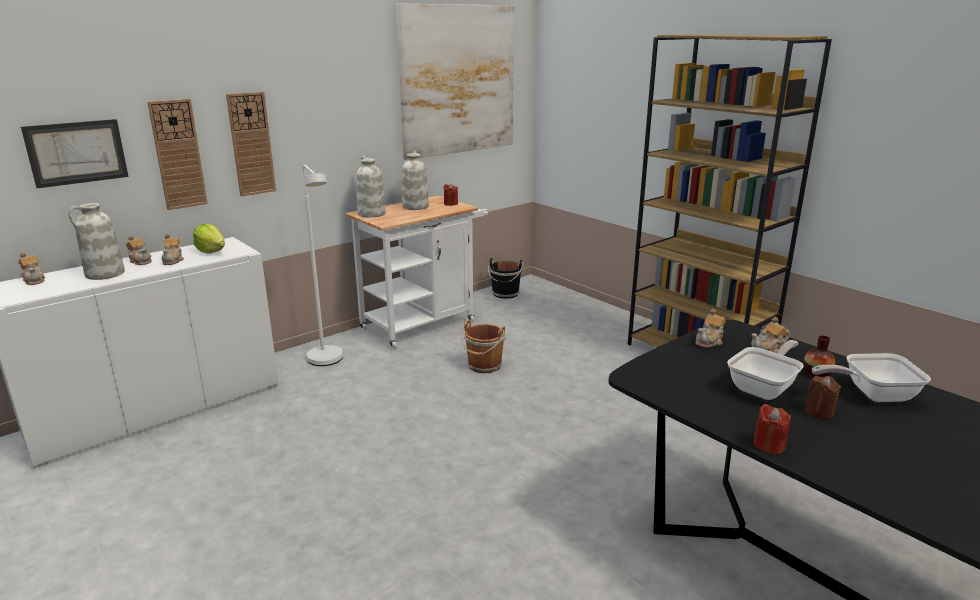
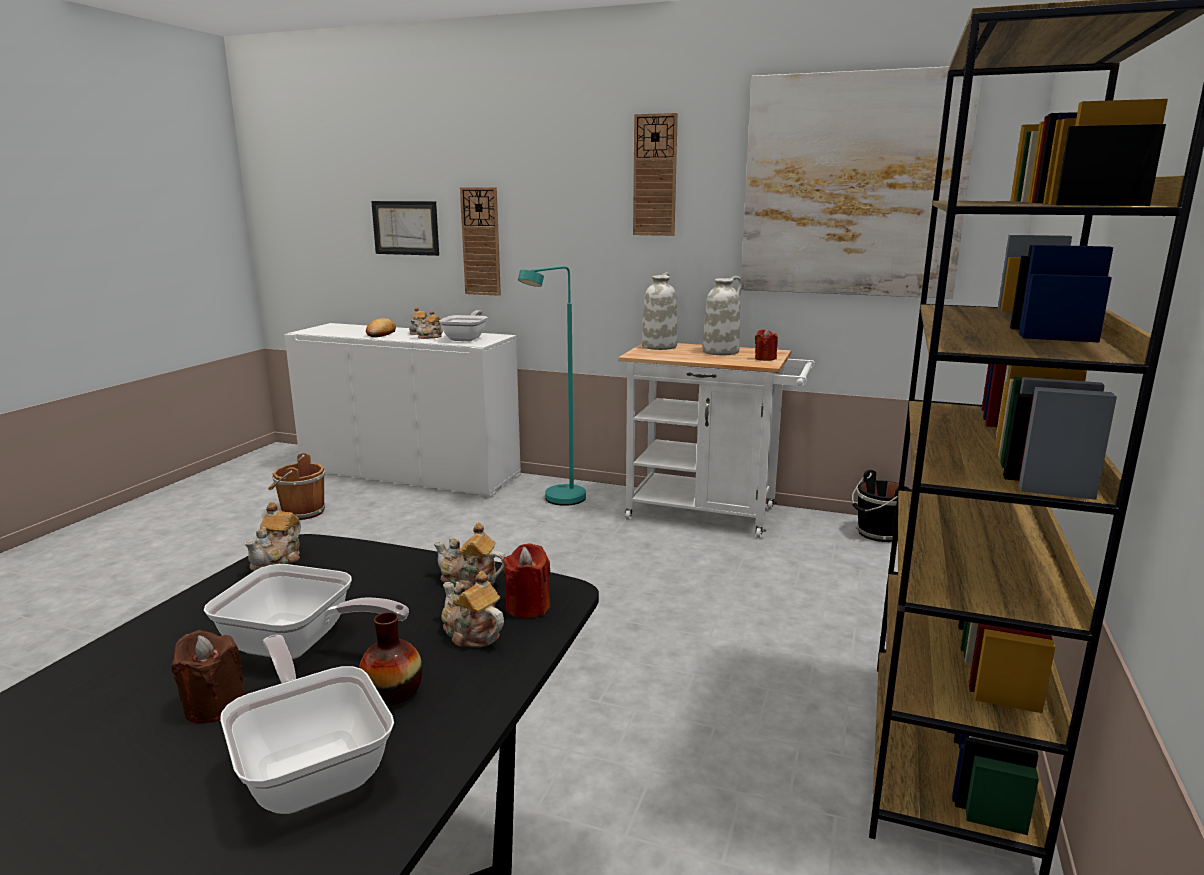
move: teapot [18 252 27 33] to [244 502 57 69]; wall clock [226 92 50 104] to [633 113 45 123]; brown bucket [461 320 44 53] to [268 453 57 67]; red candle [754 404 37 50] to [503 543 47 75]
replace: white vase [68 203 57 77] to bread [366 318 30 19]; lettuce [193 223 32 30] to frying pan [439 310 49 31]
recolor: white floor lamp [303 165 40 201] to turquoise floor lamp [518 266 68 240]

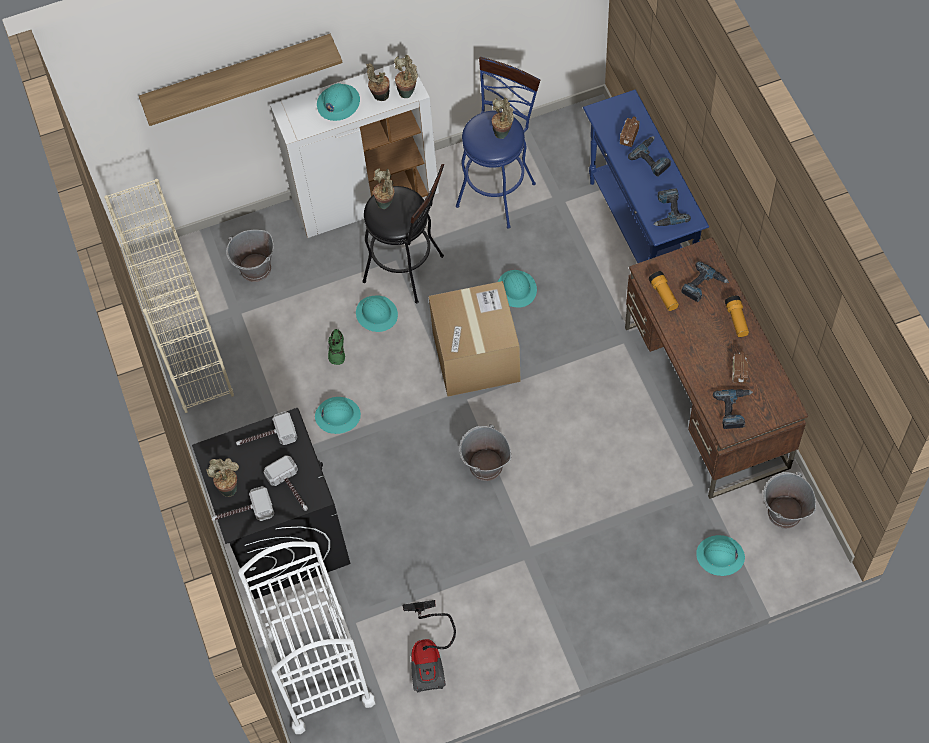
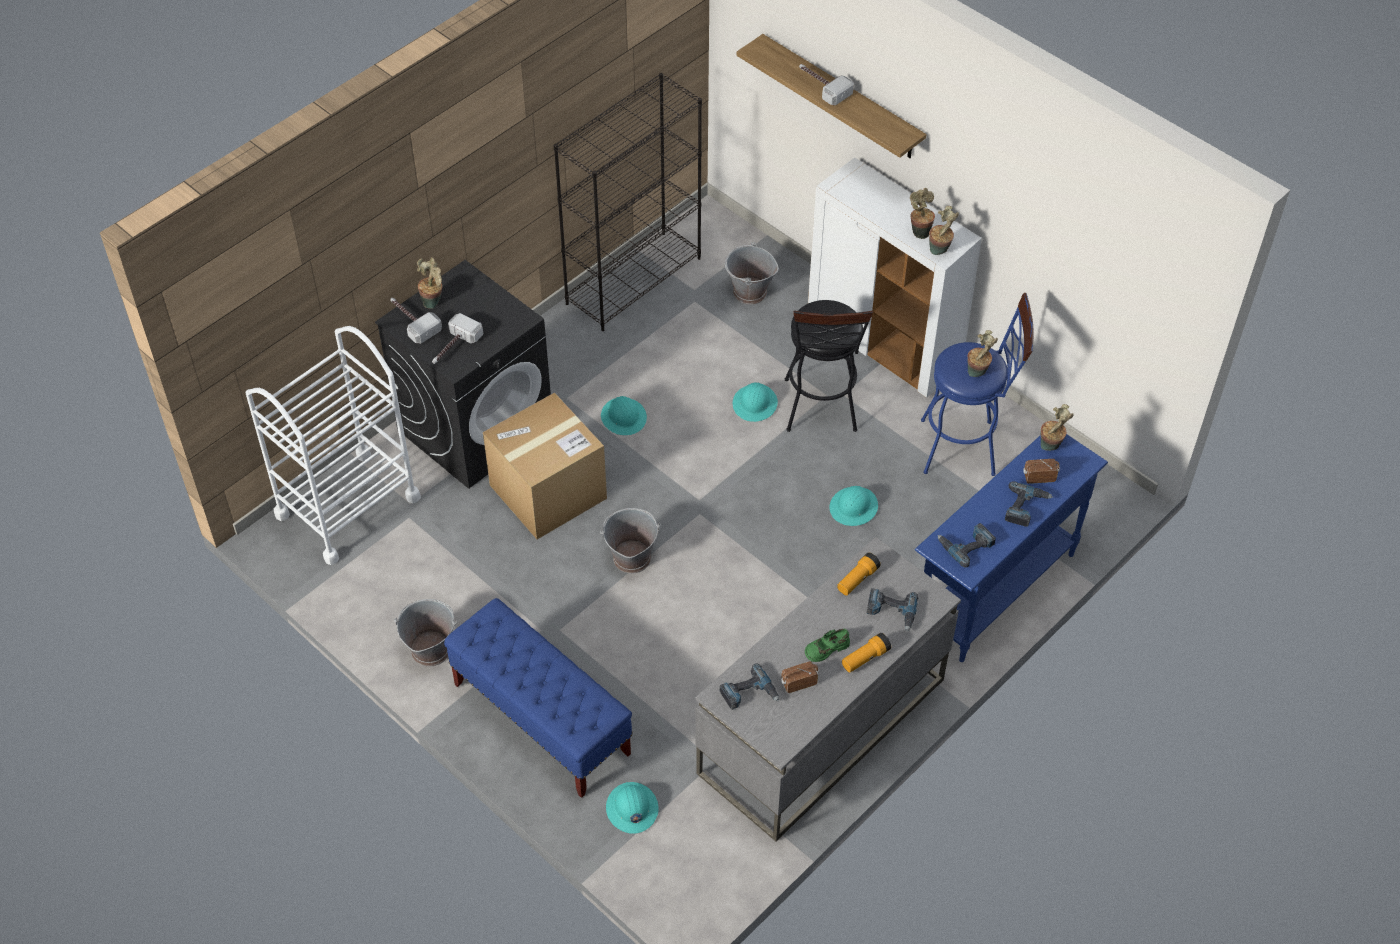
delete: turquoise hard hat [317 83 43 38]; vacuum cleaner [403 600 53 92]
insert: blue bench [444 598 189 200]
move: hammer [236 411 61 34] to [799 64 55 42]; green shoe [328 329 17 36] to [805 629 45 33]; potted plant [373 168 22 41] to [1041 404 33 47]; cardboard box [429 281 92 116] to [483 392 124 147]; grey bucket [763 472 53 57] to [394 599 64 68]
recolor: beige bookcase [104 179 130 234] to black bookcase [554 73 148 258]; brown desk [625 237 183 262] to grey desk [695 537 266 305]

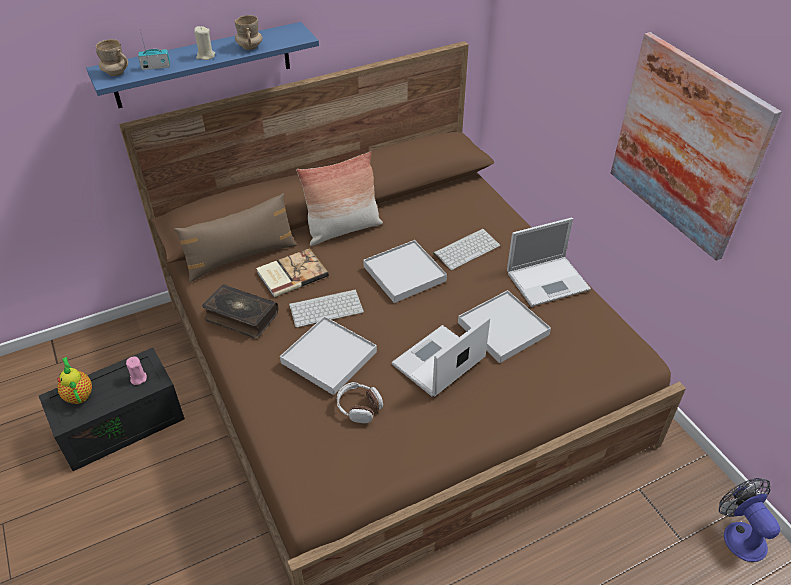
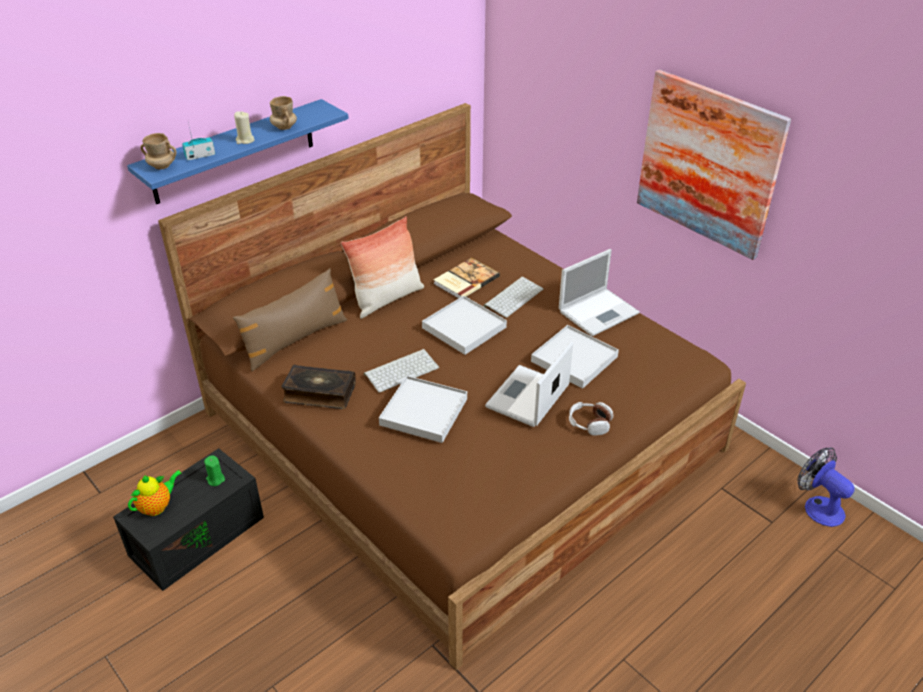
move: book [256 248 73 49] to [434 258 66 41]; headphones [336 382 47 41] to [569 402 44 34]
recolor: pink candle [126 356 21 29] to green candle [204 455 21 31]
rotate: teapot [57 357 35 47] = [128 470 54 46] 90 degrees clockwise

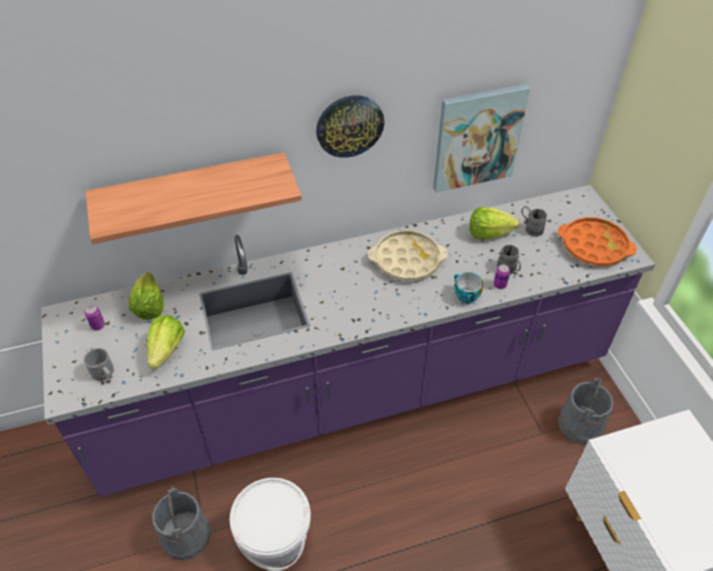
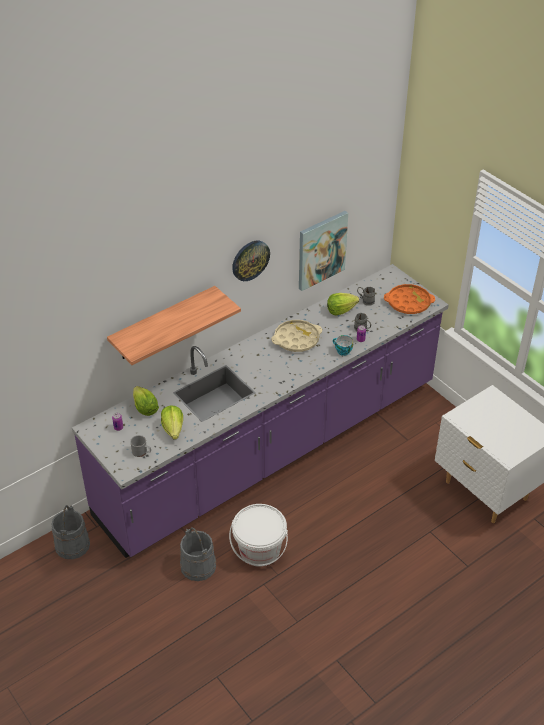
move: grey bucket [558 378 56 66] to [52 505 38 54]

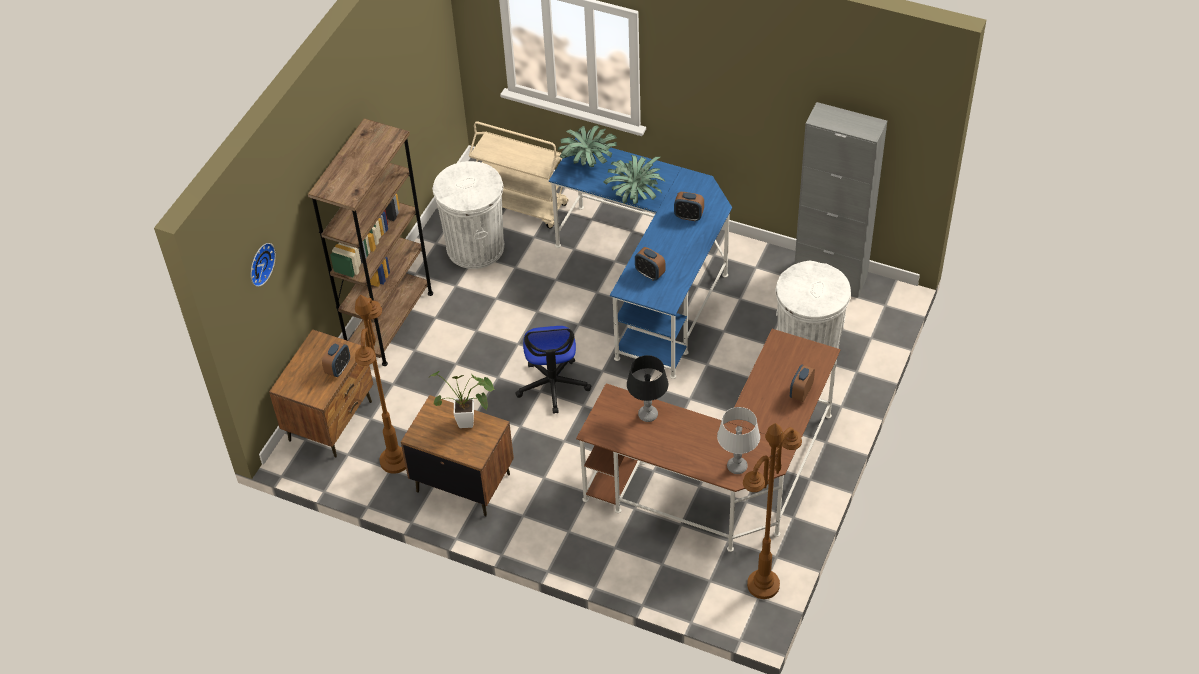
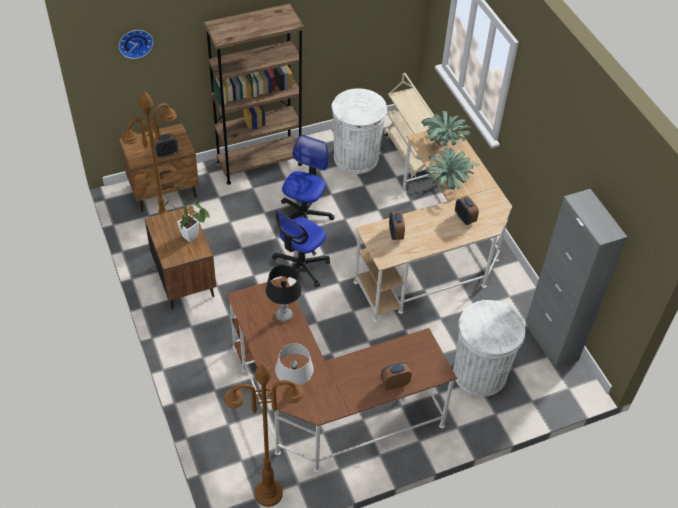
insert: office chair [281 135 53 85]
recolor: blue desk [549 138 183 241] to beige desk [353 127 159 195]

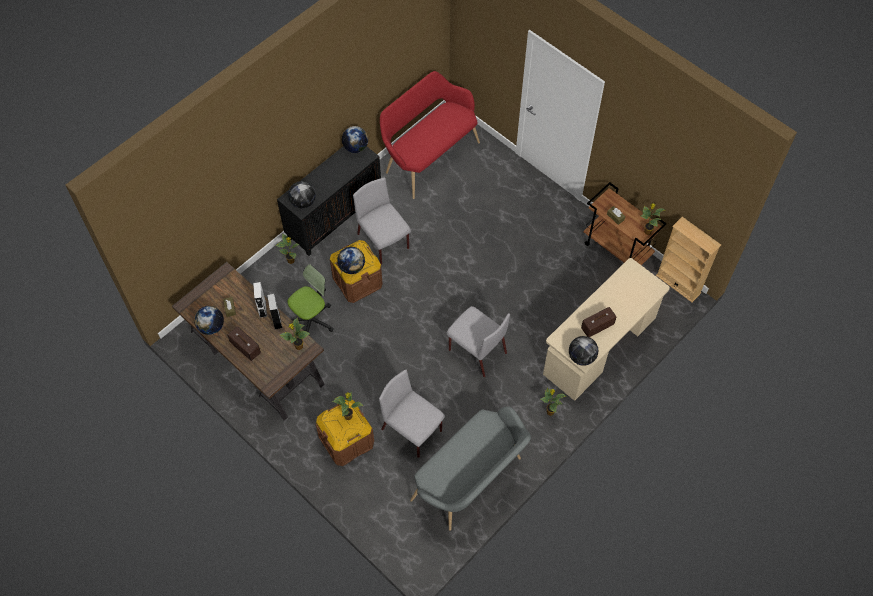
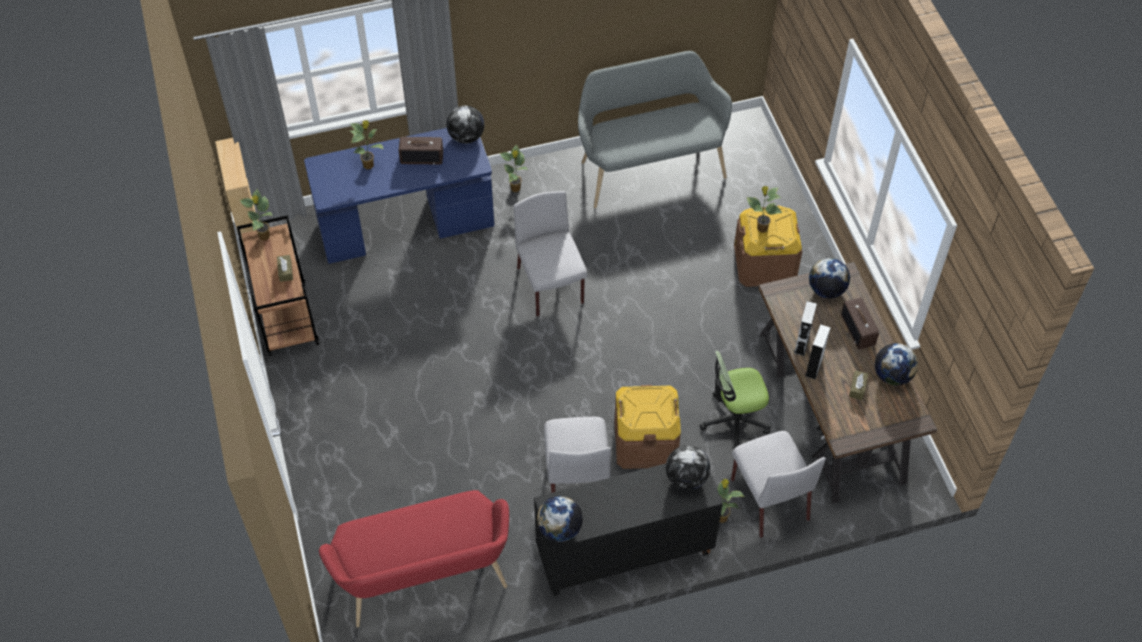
move: potted plant [280 318 30 32] to [350 120 33 49]; globe [337 247 28 27] to [809 258 41 40]; grey chair [379 370 66 88] to [731 431 95 107]
recolor: beige desk [543 258 127 143] to blue desk [304 128 190 136]

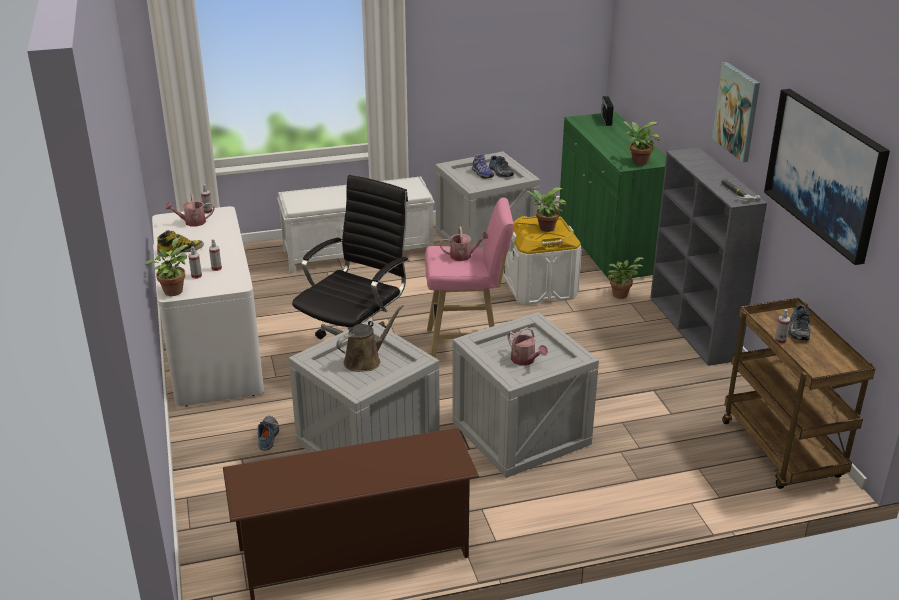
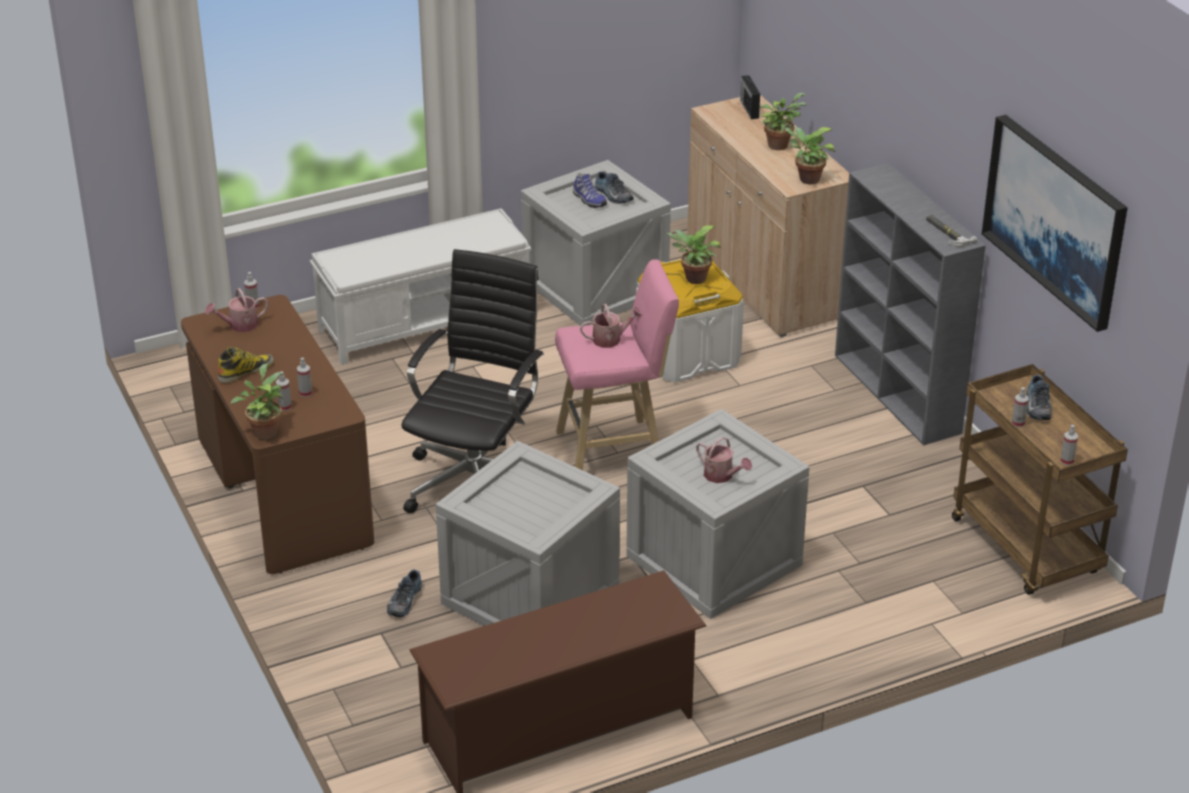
delete: brown watering can [336 305 68 67]; picture [712 62 48 100]
insert: spray bottle [1060 425 18 40]
move: potted plant [608 257 36 42] to [760 93 46 57]
recolor: white desk [152 206 112 200] to brown desk [181 295 193 279]; green cabinet [559 112 107 168] to beige cabinet [687 95 162 242]
rotate: shoe [258 416 21 35] = [387 569 35 48] 150 degrees counterclockwise

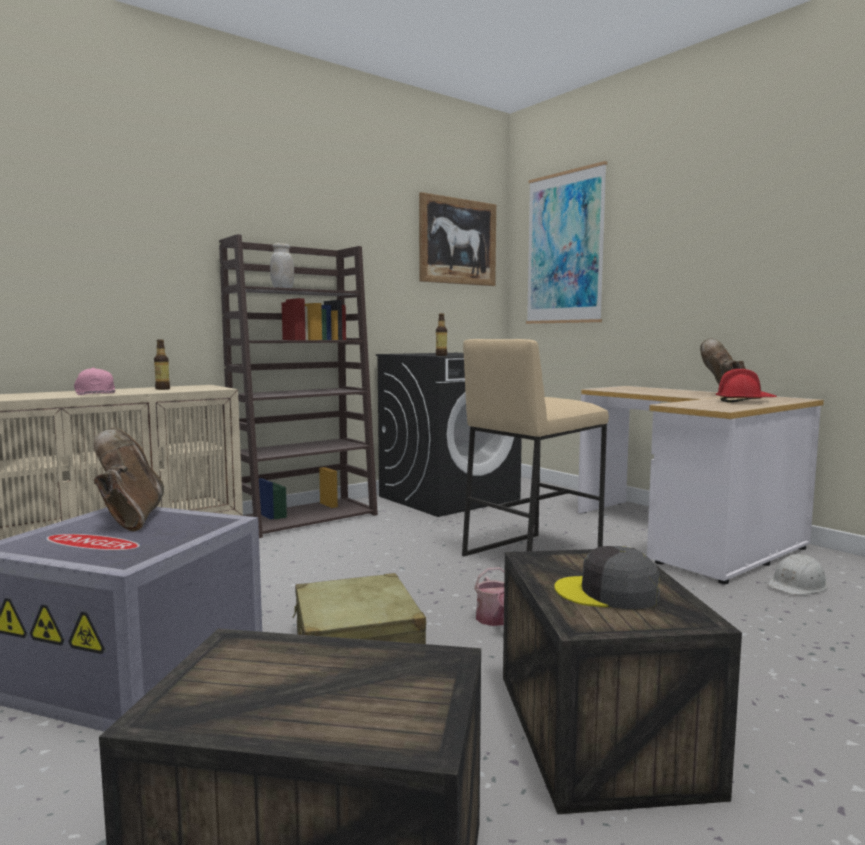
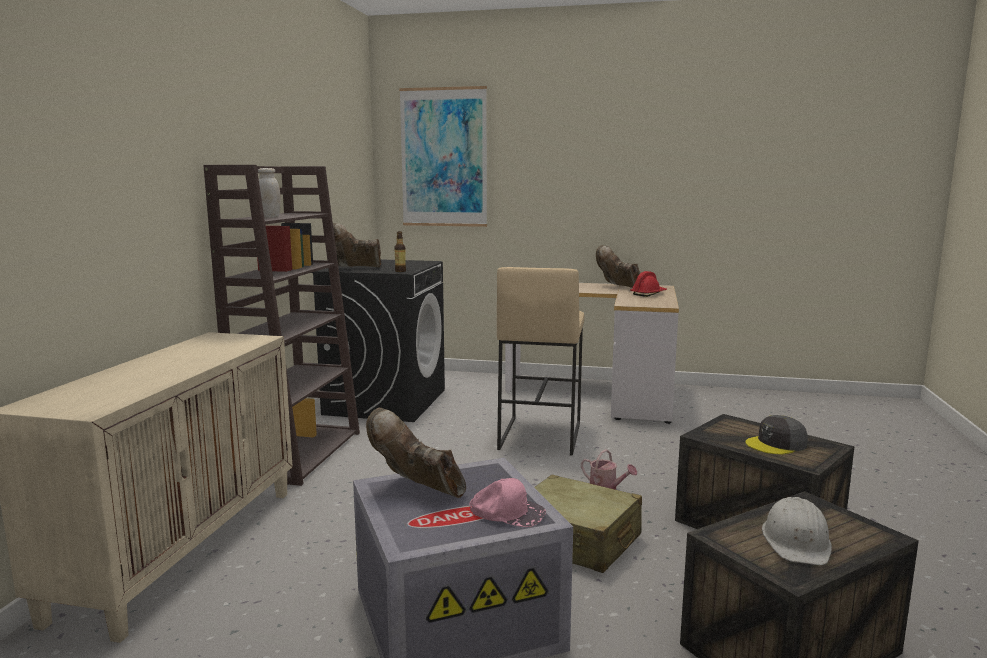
delete: bottle [154 340 16 50]; picture [419 192 77 94]
insert: brown boot [333 223 48 44]
move: pink cap [74 368 41 27] to [469 478 77 49]; white hard hat [768 553 60 42] to [762 497 70 68]

